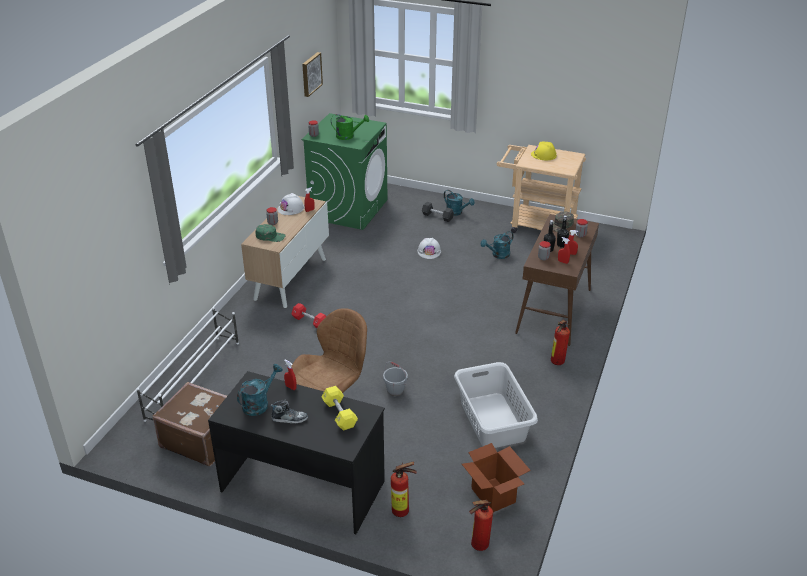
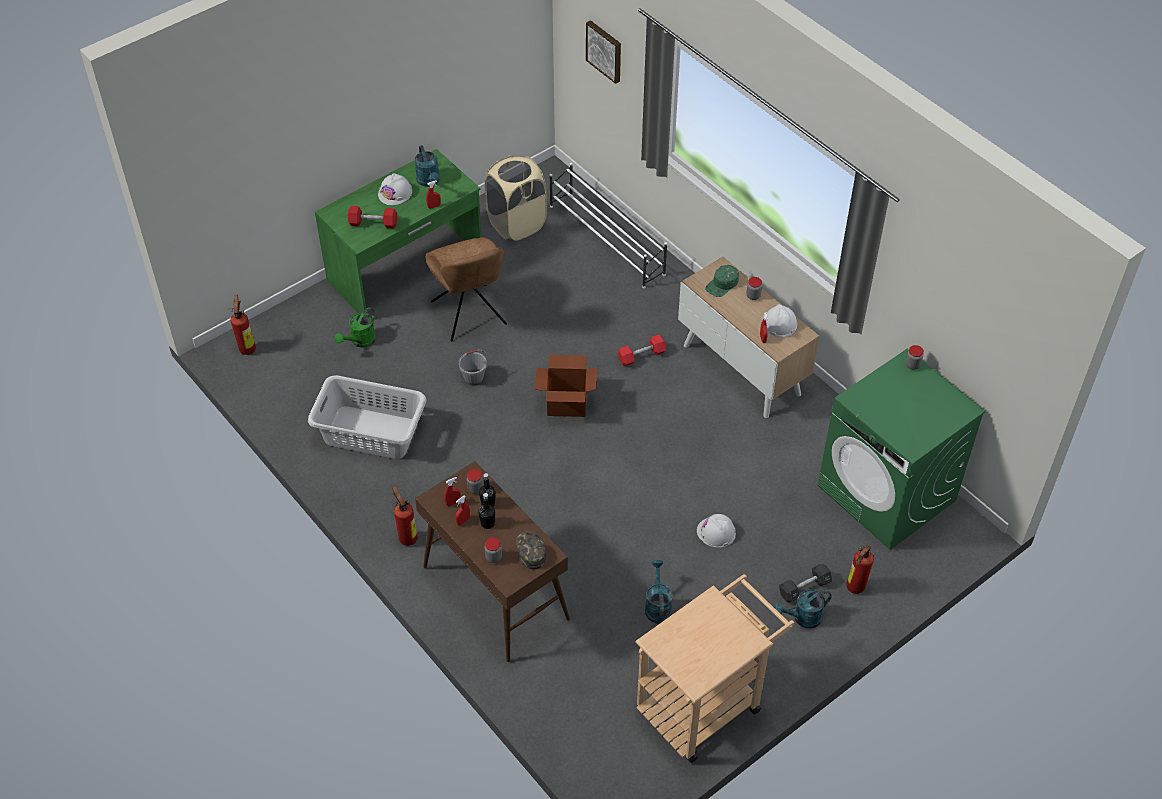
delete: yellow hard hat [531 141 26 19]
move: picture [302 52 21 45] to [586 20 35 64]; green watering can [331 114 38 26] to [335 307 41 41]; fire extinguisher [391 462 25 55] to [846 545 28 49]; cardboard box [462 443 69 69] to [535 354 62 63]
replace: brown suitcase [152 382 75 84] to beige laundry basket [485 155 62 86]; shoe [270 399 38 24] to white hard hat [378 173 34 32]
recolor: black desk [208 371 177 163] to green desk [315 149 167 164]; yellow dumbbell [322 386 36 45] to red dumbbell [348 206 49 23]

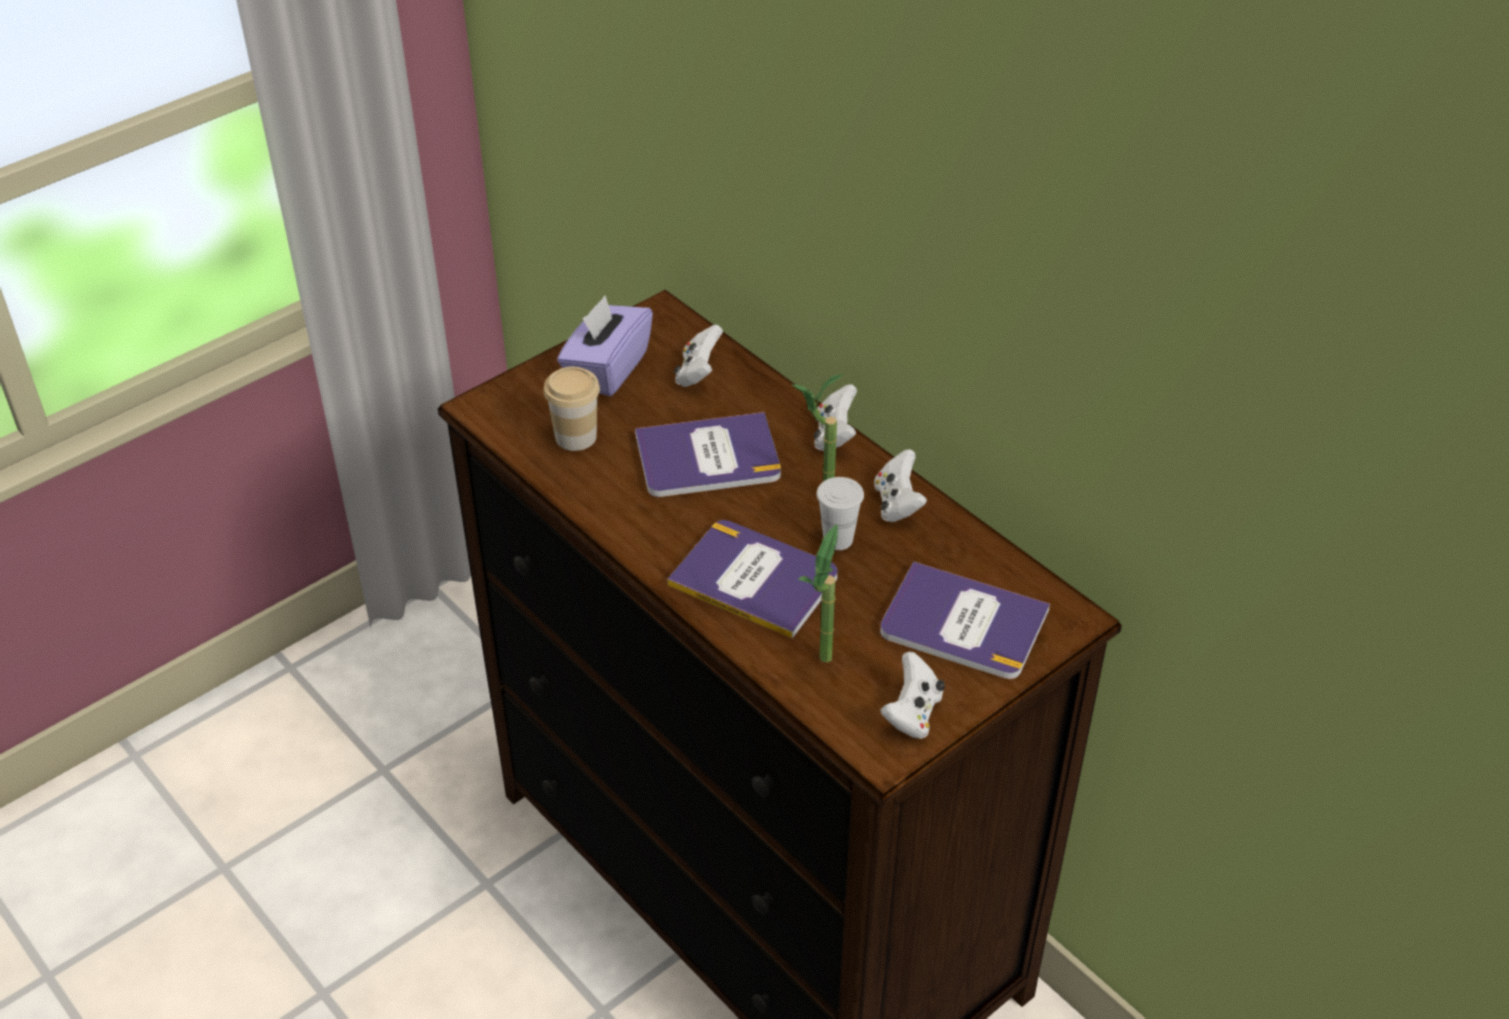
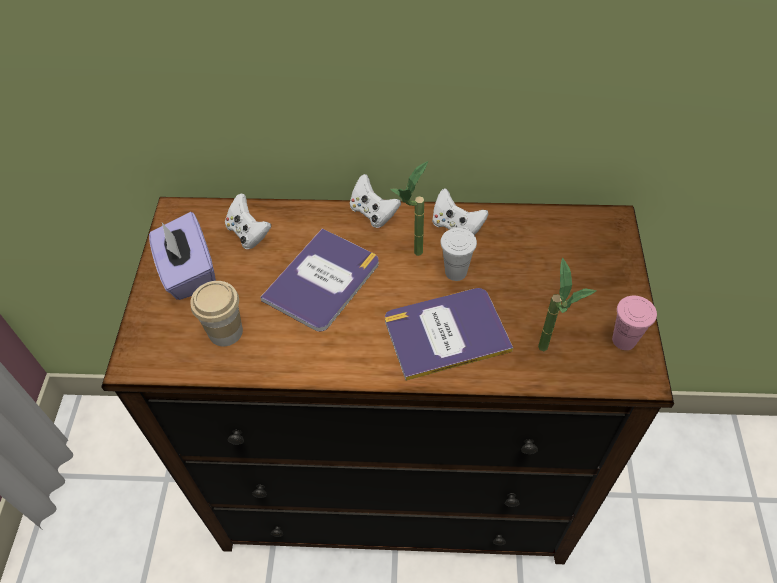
delete: book [880 562 170 117]
replace: white game controller [880 652 65 87] to pink cup [612 296 45 54]

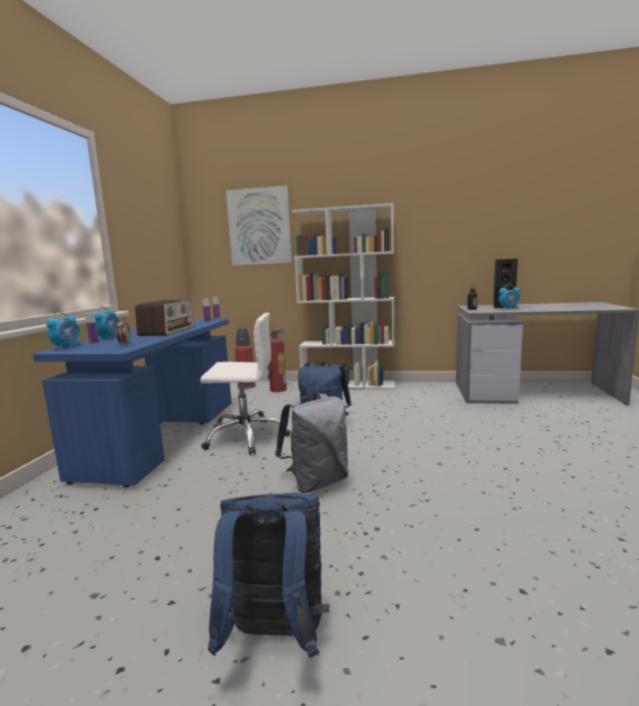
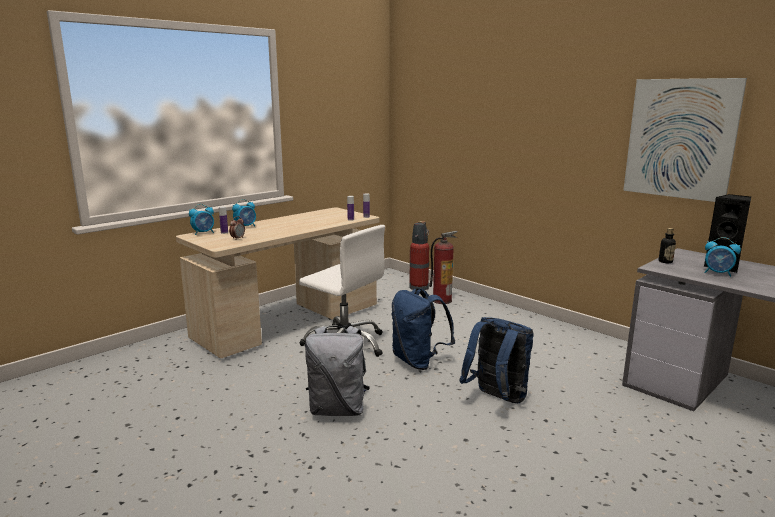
delete: radio [135 299 59 37]; white bookcase [292 203 103 186]
move: blue backpack [208 492 121 166] to [459 317 75 86]; picture [226 185 66 80] to [623 78 124 124]
recolor: blue desk [33 319 199 168] to beige desk [176 207 203 151]

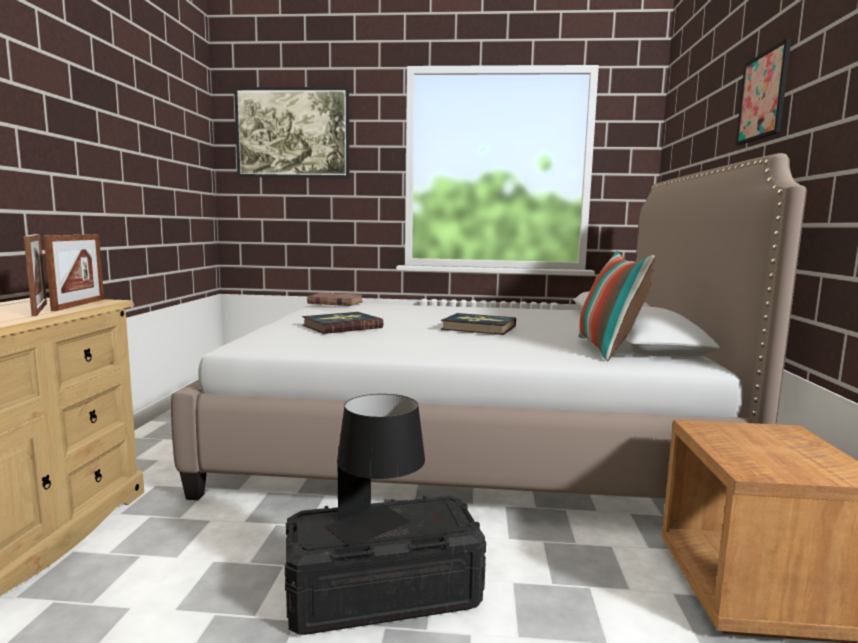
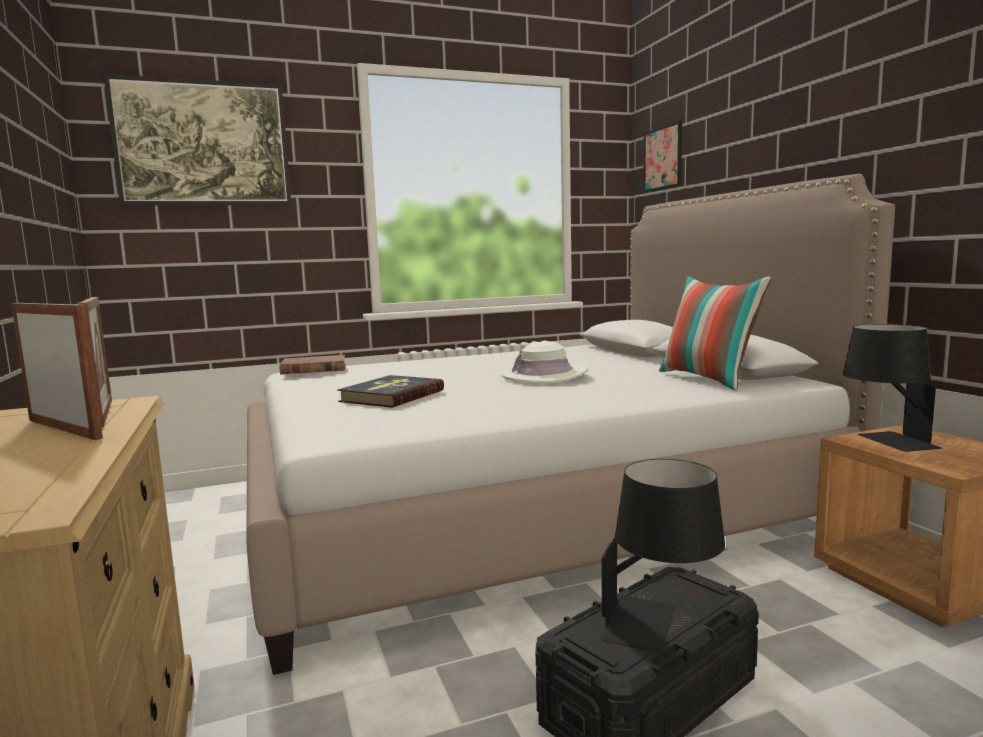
insert: black table lamp [843 324 100 128]
move: picture [736 38 55 107] to [643 121 39 71]
replace: book [441 313 75 22] to white hat [501 341 87 43]

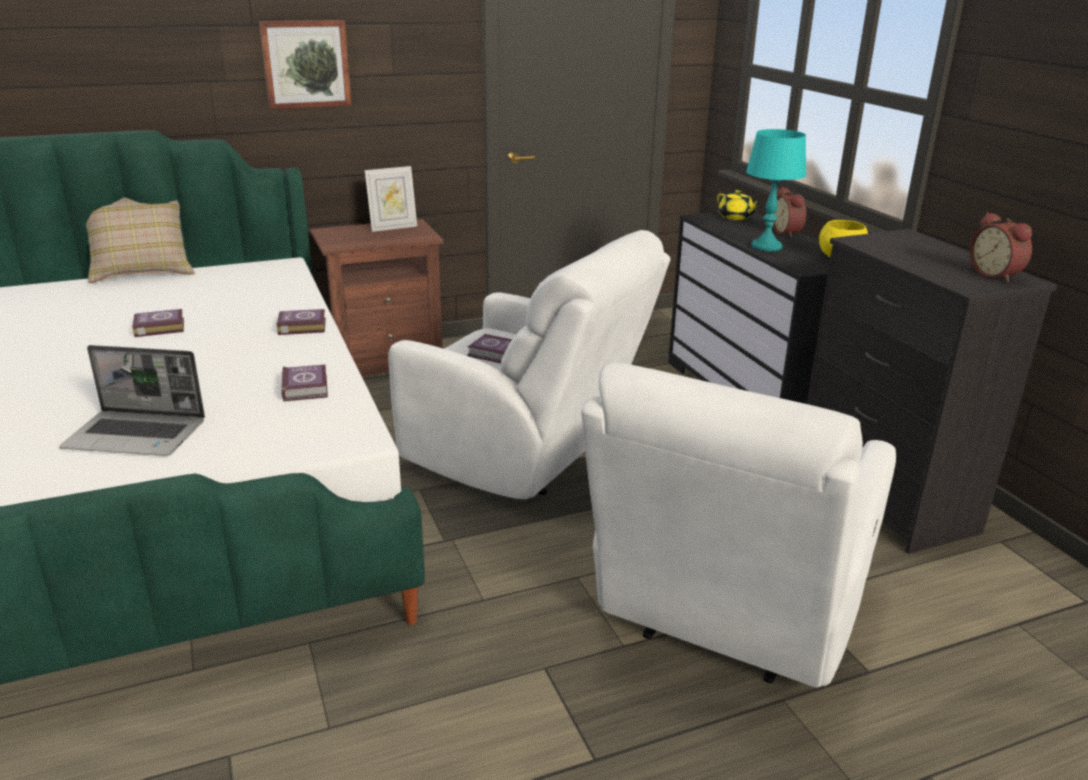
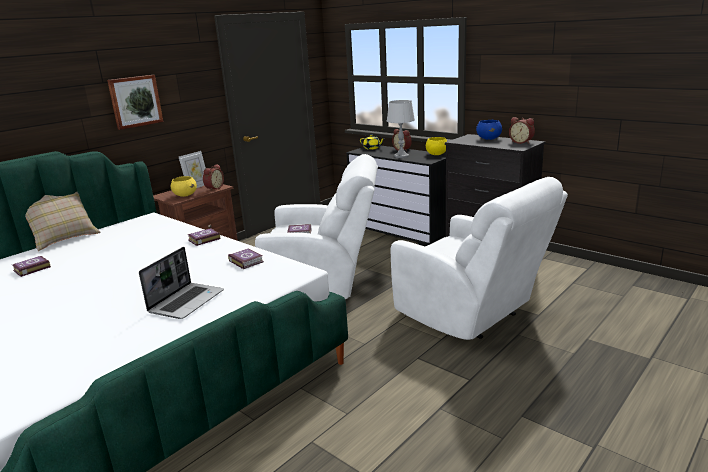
insert: yellow bowl [171 176 26 21]; alarm clock [203 164 21 26]; blue bowl [476 120 26 20]
move: book [132 309 52 28] to [12 256 39 21]
recolor: turquoise table lamp [746 129 60 122] to grey table lamp [387 100 28 58]
rotate: laptop [59 345 146 111] = [139 247 85 72] 45 degrees counterclockwise; white armchair [581 362 315 326] = [390 177 178 163] 45 degrees counterclockwise

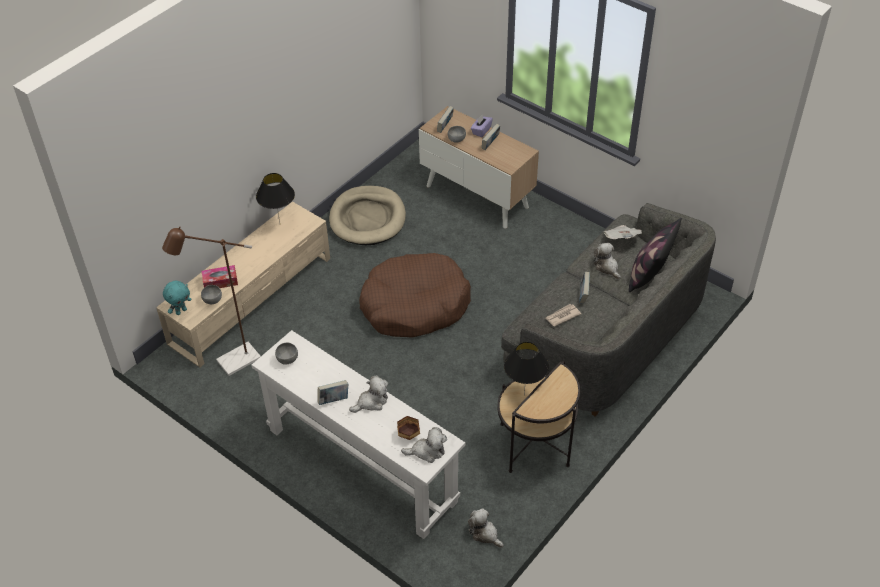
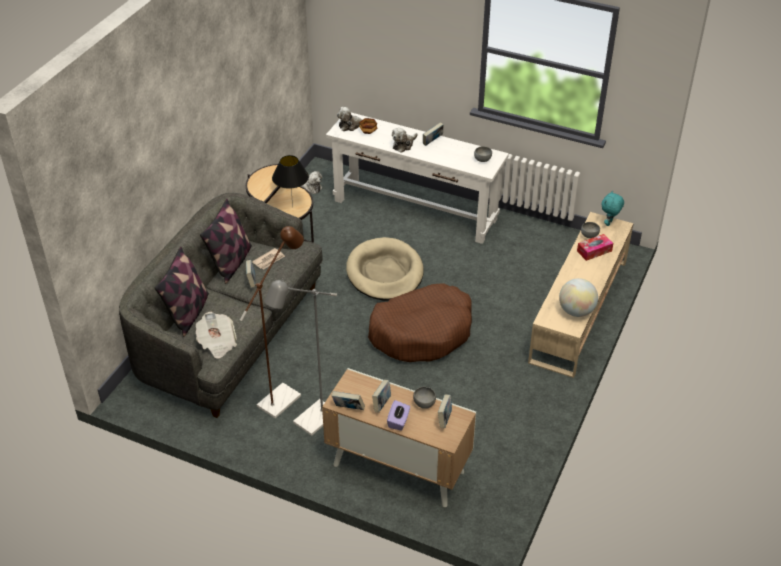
delete: plush toy [594 243 27 36]
insert: pillow [200 199 52 85]; grey floor lamp [264 278 73 158]; book [331 391 34 19]
move: brown floor lamp [162 226 99 150] to [240 226 64 192]; beige dog bed [329 186 77 59] to [346 237 78 64]
replace: black table lamp [256 173 39 50] to globe [559 278 39 39]

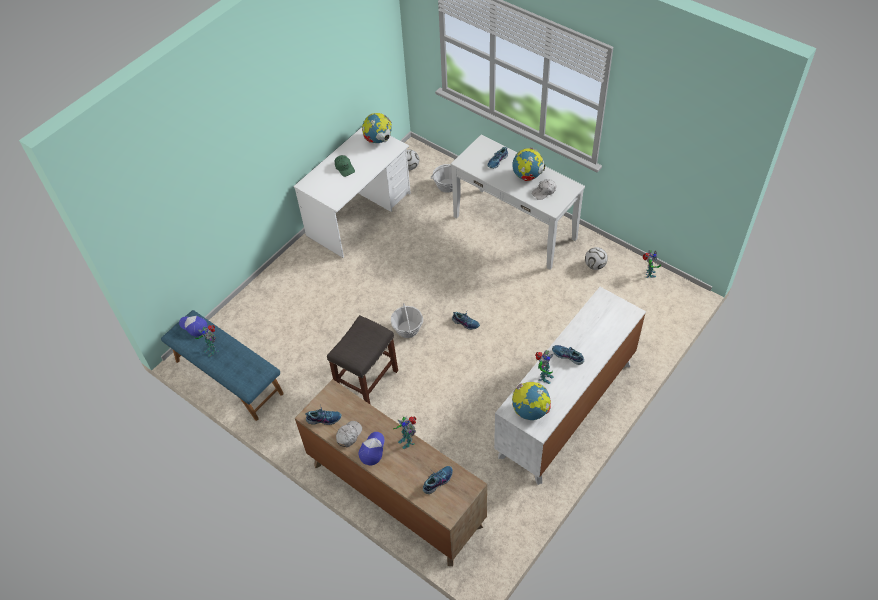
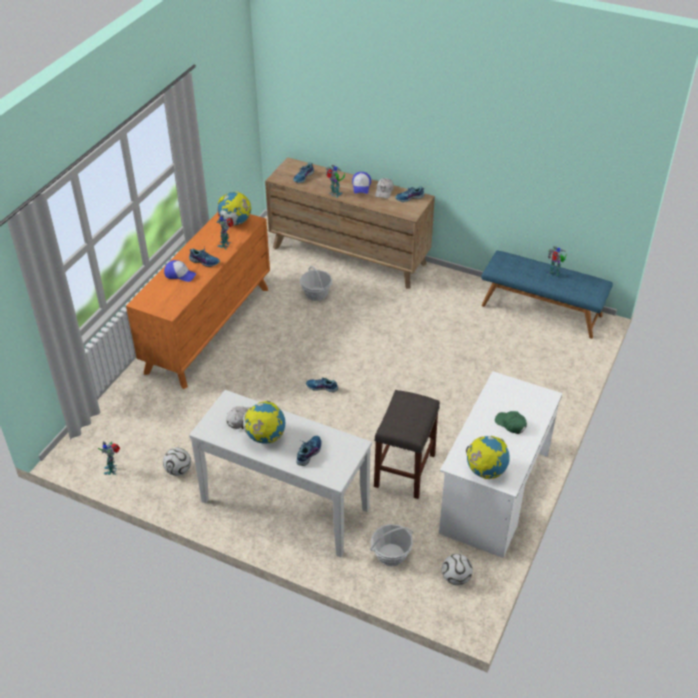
move: cap [179 316 29 20] to [164 260 33 22]; grey stool [327 315 71 89] to [374 390 66 109]; basket [391 303 32 35] to [300 266 32 35]
recolor: white dresser [494 287 152 198] to orange dresser [126 212 144 177]

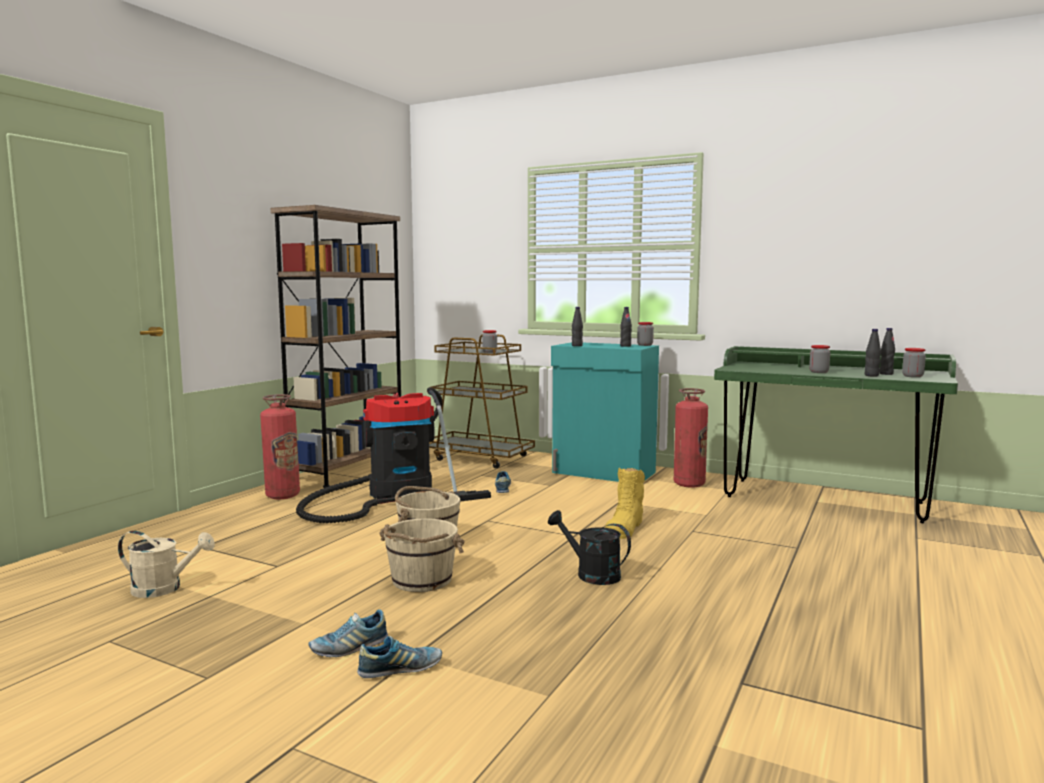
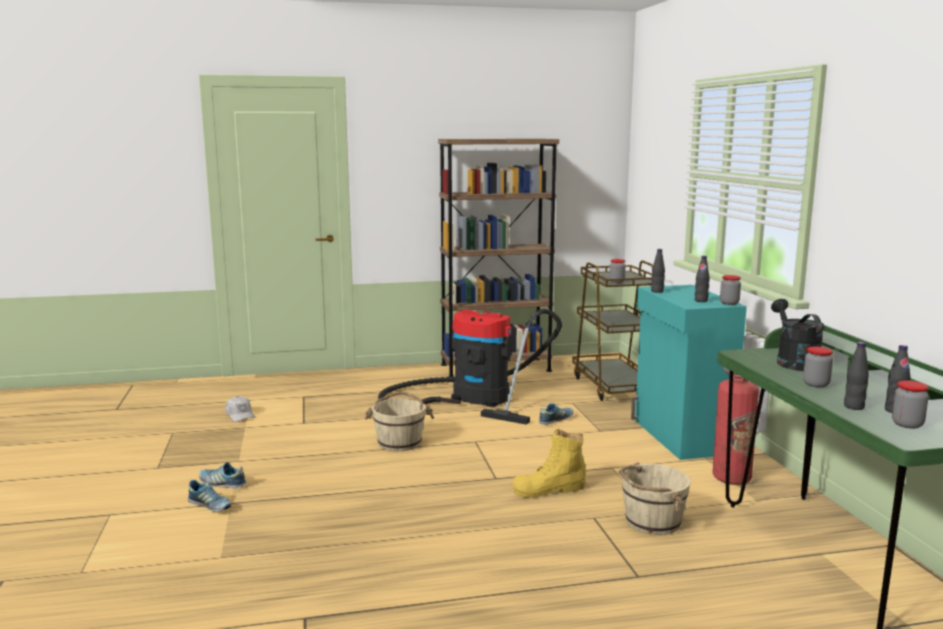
delete: fire extinguisher [260 394 40 105]
move: beige bucket [379 518 86 74] to [619 462 72 73]; black watering can [548 510 83 75] to [771 299 53 72]
replace: beige watering can [118 531 97 67] to white cap [225 396 30 26]

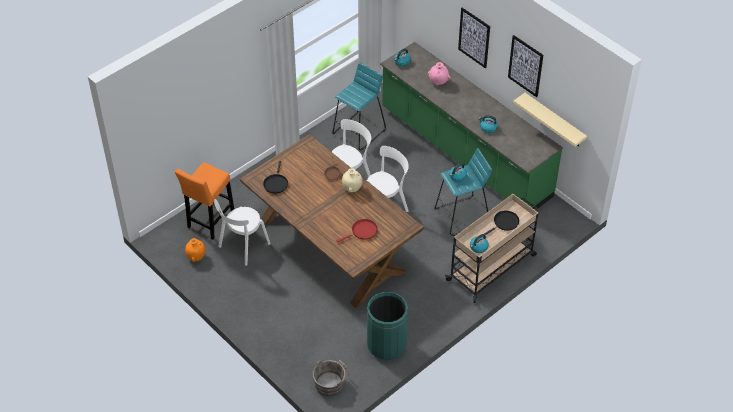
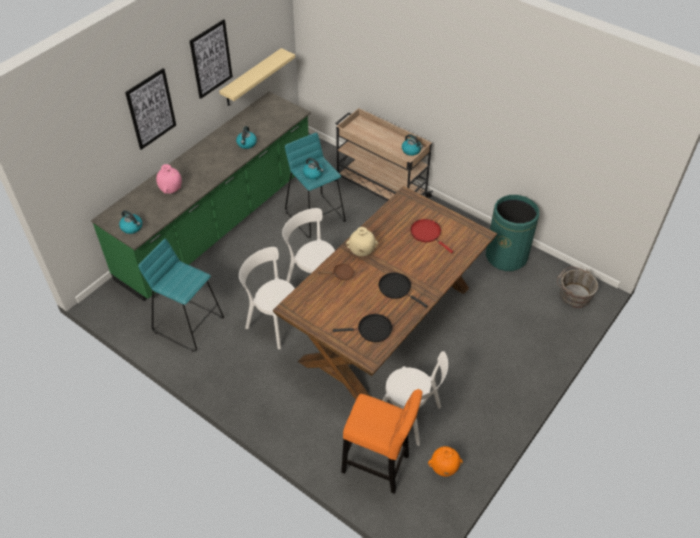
move: black frying pan [484 211 35 24] to [378 273 50 35]

